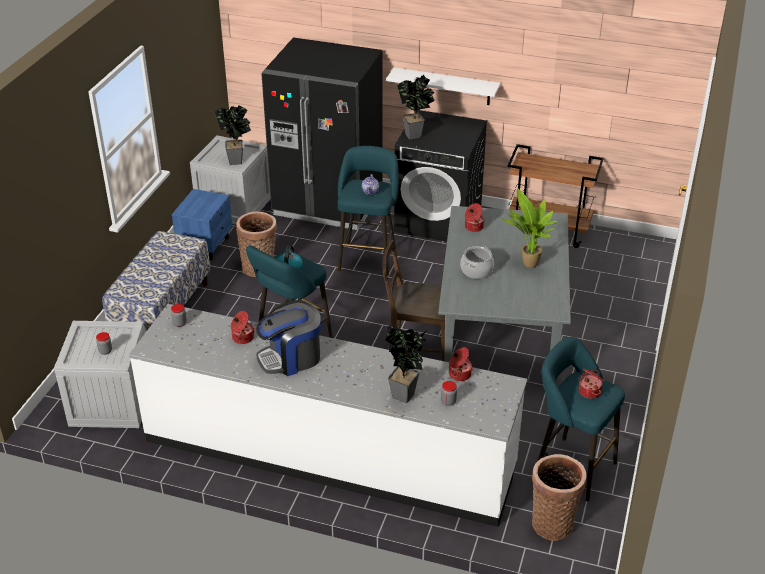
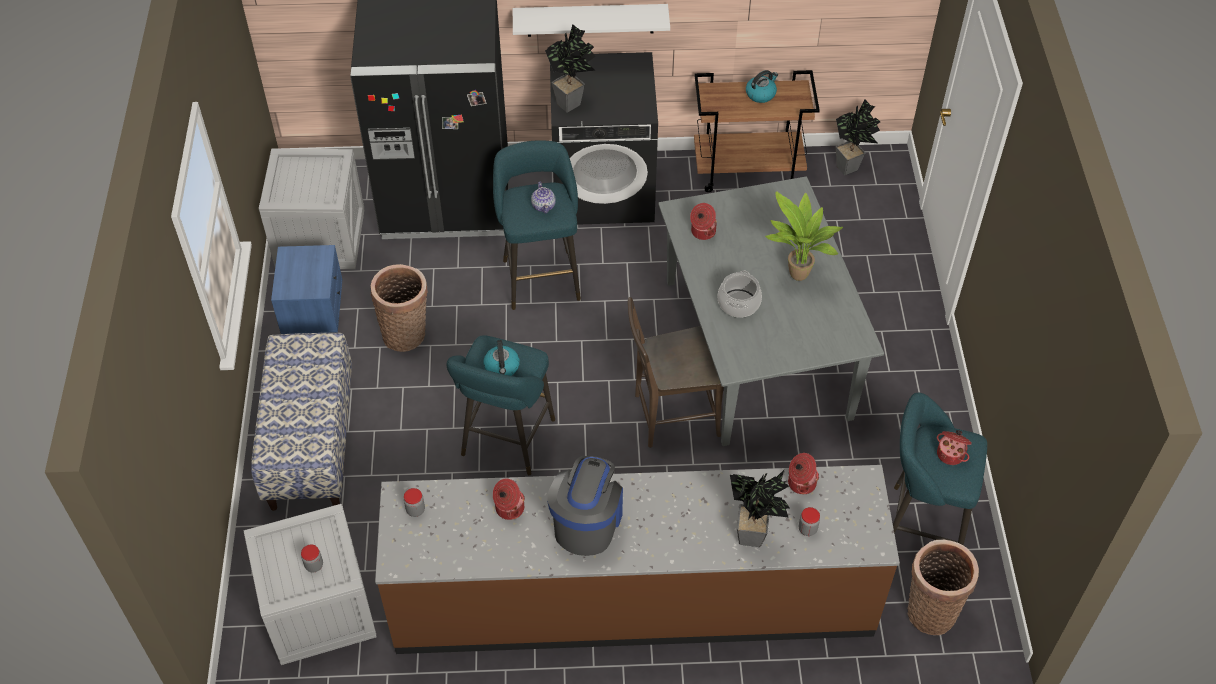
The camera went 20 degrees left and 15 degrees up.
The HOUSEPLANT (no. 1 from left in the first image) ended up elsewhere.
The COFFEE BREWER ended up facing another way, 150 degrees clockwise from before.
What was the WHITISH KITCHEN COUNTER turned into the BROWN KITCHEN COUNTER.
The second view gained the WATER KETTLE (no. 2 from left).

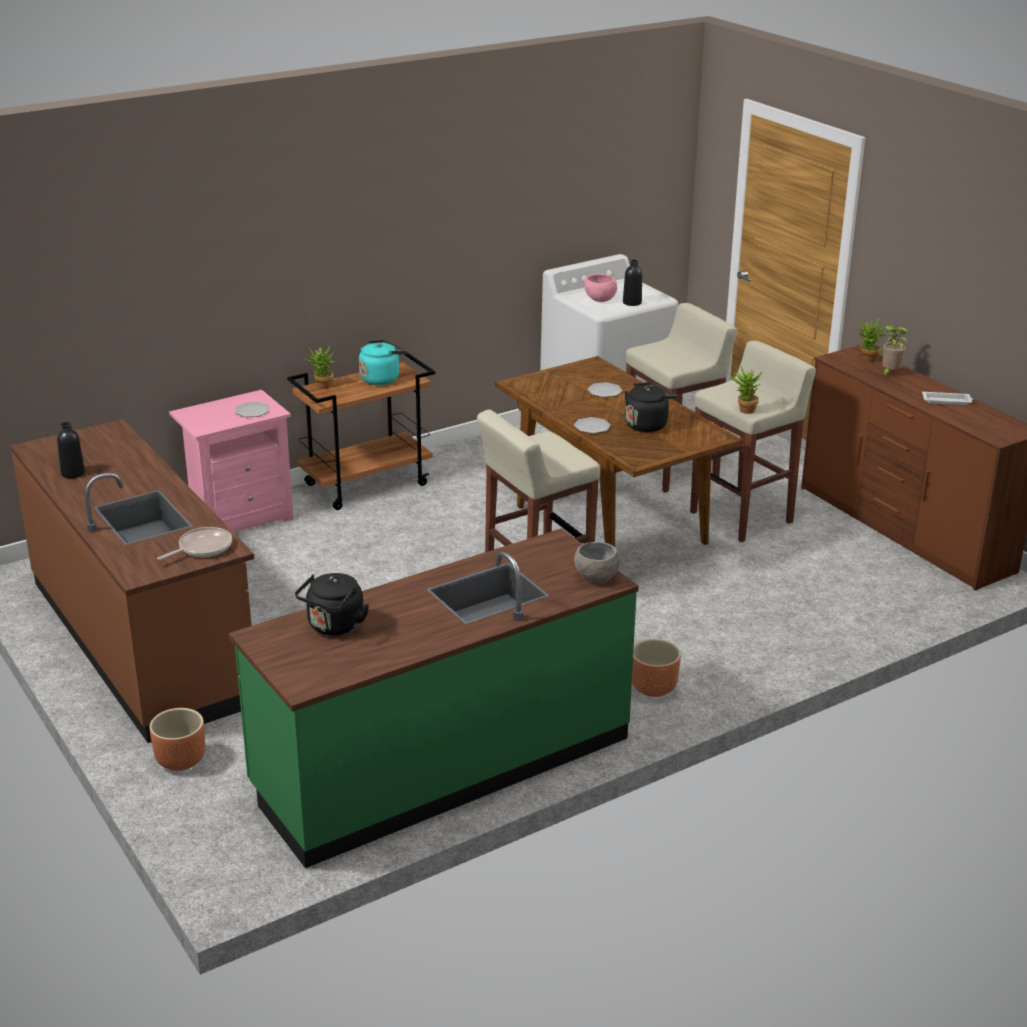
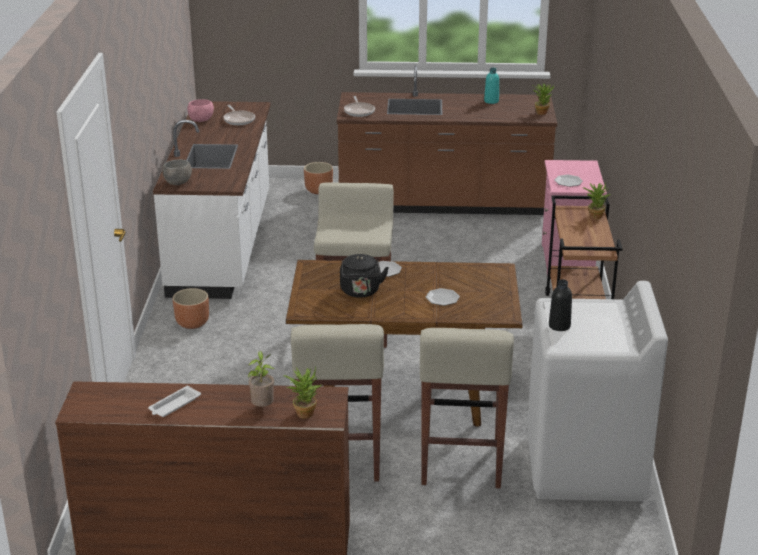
The camera went 125 degrees right and 0 degrees up.
The PINK-COLOURED DEEP DISH ended up elsewhere.
The second view lost the TURQUOISE WATER KETTLE.
The HOUSEPLANT (no. 2 from left in the first image) ended up elsewhere.
What was the BLACKISH BEVERAGE BOTTLE (no. 1 from left) turned into the TURQUOISE BEVERAGE BOTTLE.
What was the GREEN KITCHEN COUNTER turned into the WHITISH KITCHEN COUNTER.
Where the BLACKISH WATER KETTLE (no. 1 from left) stood, the SKILLET (no. 1 from left) came to stand.

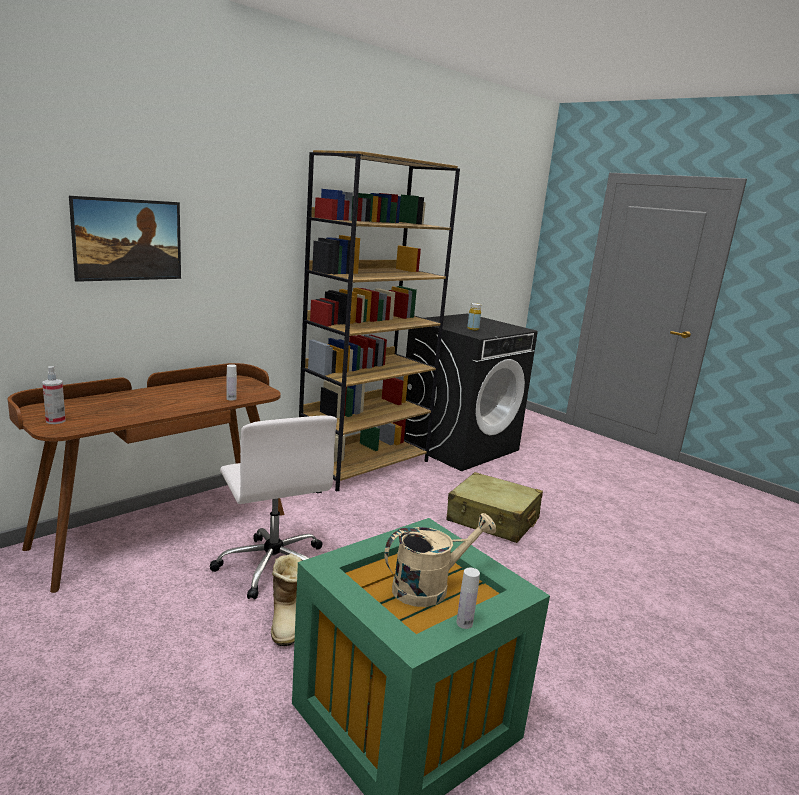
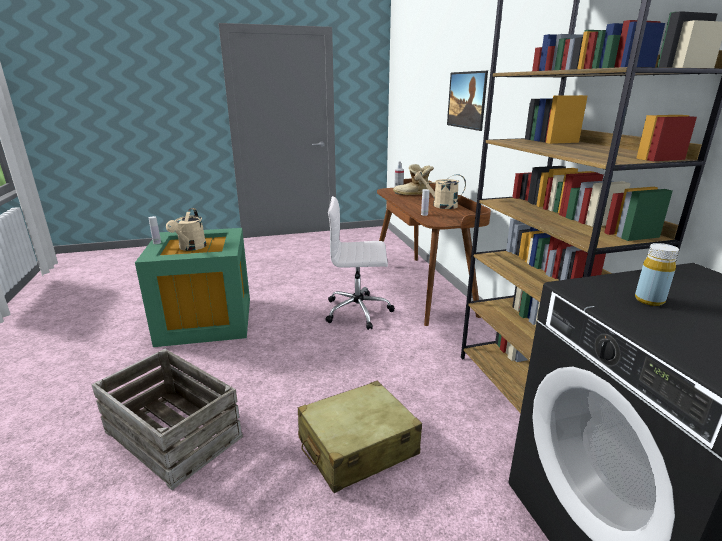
The camera went 120 degrees right and 5 degrees up.
The BOOT ended up elsewhere.
The second view gained the BEIGE WATERING POT (no. 2 from left).
The second view gained the SHIPPING CRATE.

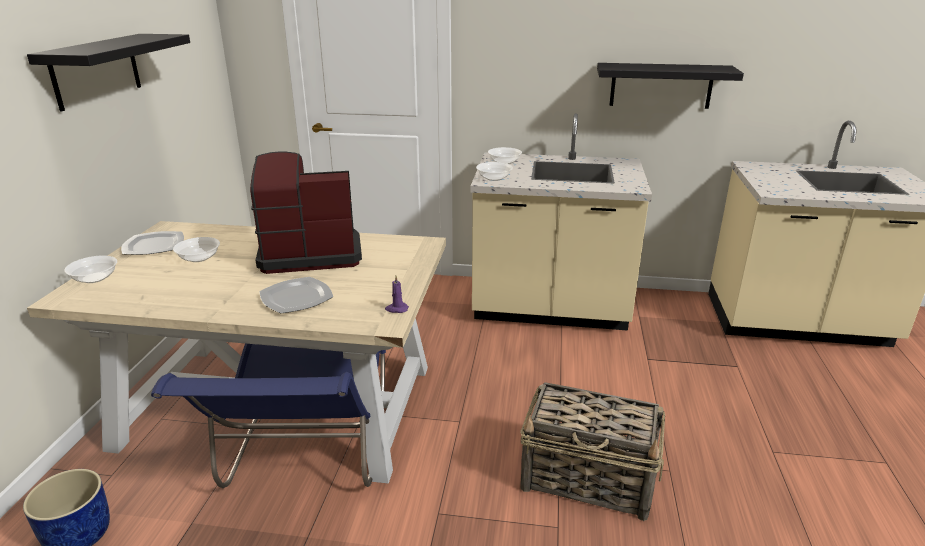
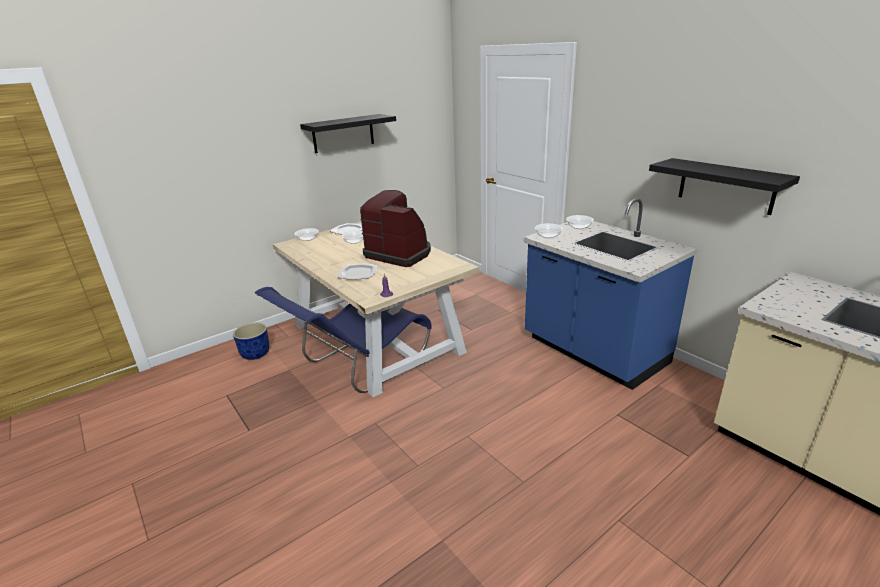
The camera went 45 degrees right and 0 degrees up.
What was the BEIGE KITCHEN COUNTER (no. 1 from left) turned into the BLUISH KITCHEN COUNTER.
The second view lost the BASKET.

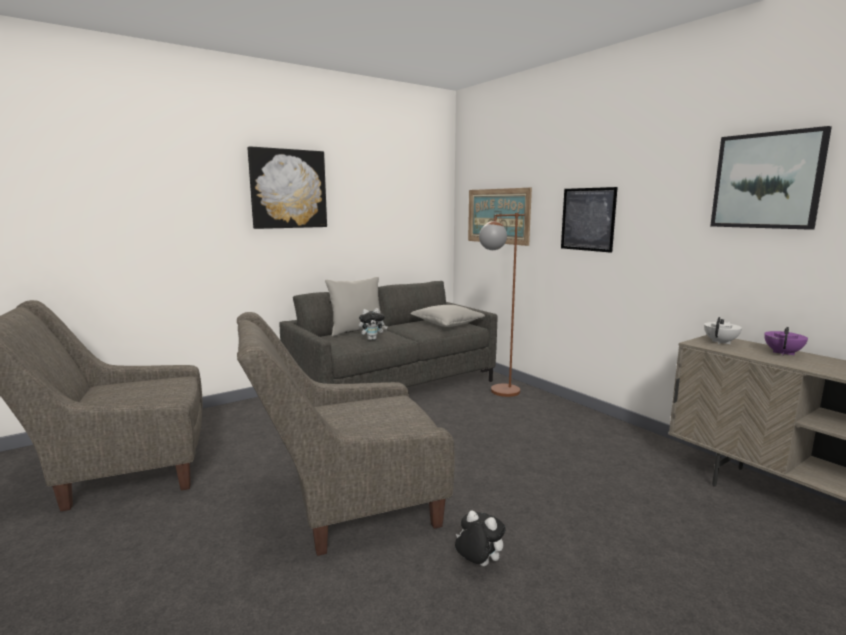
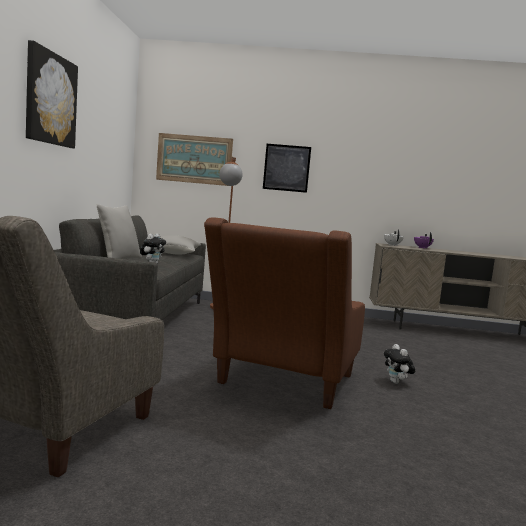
The camera went 50 degrees left and 5 degrees down.
The second view lost the PICTURE (no. 4 from left).
What was the GRAY EASY CHAIR (no. 2 from left) turned into the BROWN EASY CHAIR.
The SOFT TOY (no. 2 from left) ended up facing another way, 90 degrees counterclockwise from before.

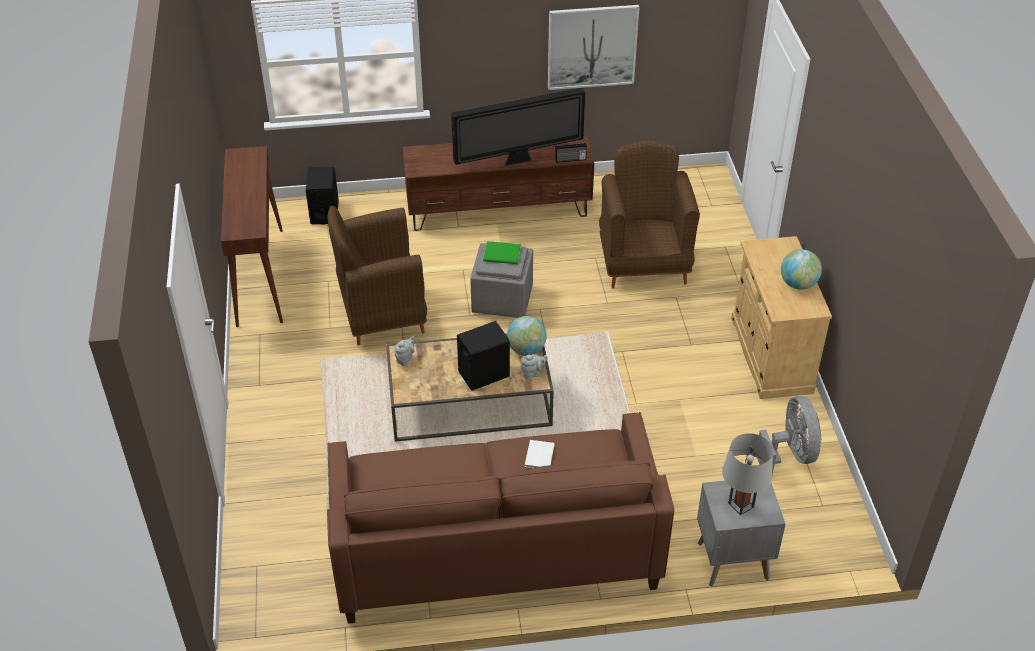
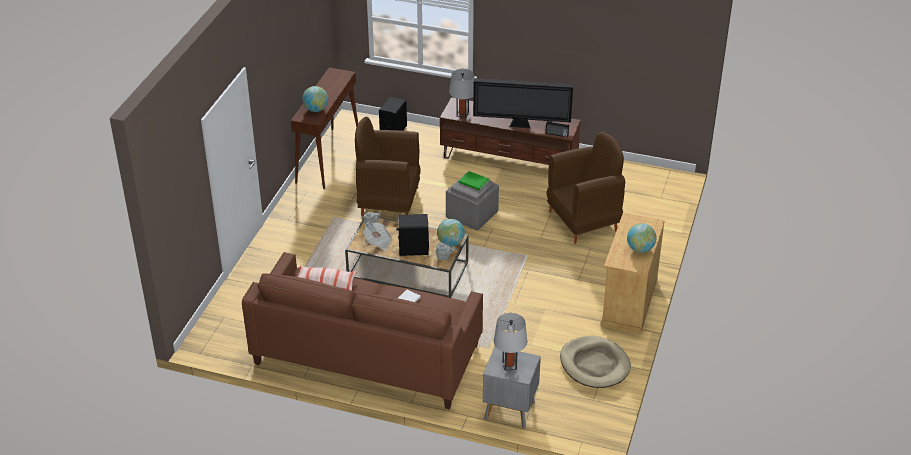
The camera went 25 degrees right and 5 degrees down.
The second view lost the PICTURE.
The BROWN EASY CHAIR (no. 2 from left) ended up facing another way, 45 degrees clockwise from before.
Where the GRAY COOLING FAN stood, the BEIGE DOG CUSHION came to stand.
The second view gained the GRAY TABLE LAMP (no. 1 from left).
The second view gained the WORLD GLOBE (no. 1 from left).
The second view gained the PRINTED PAPER.
The second view gained the THROW PILLOW.

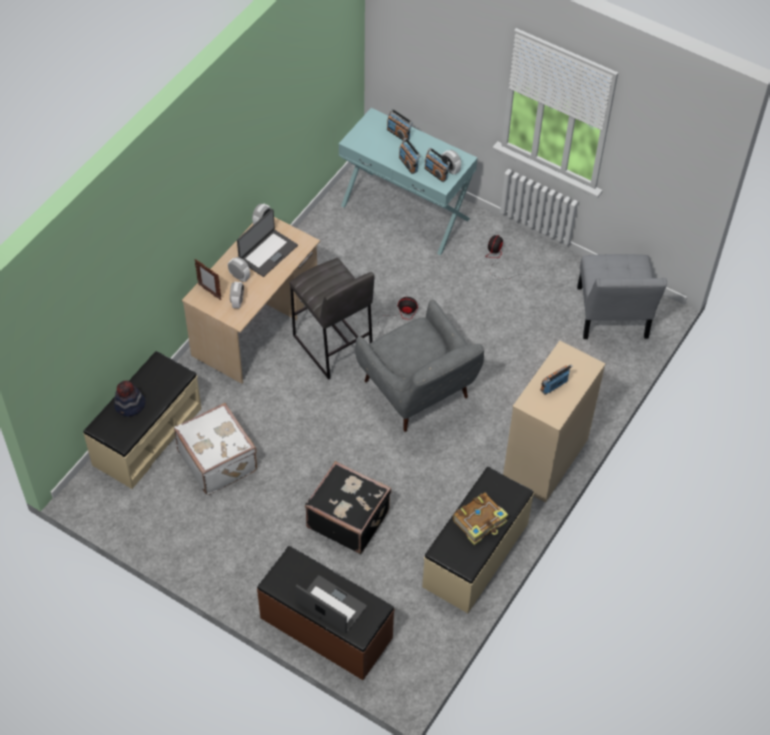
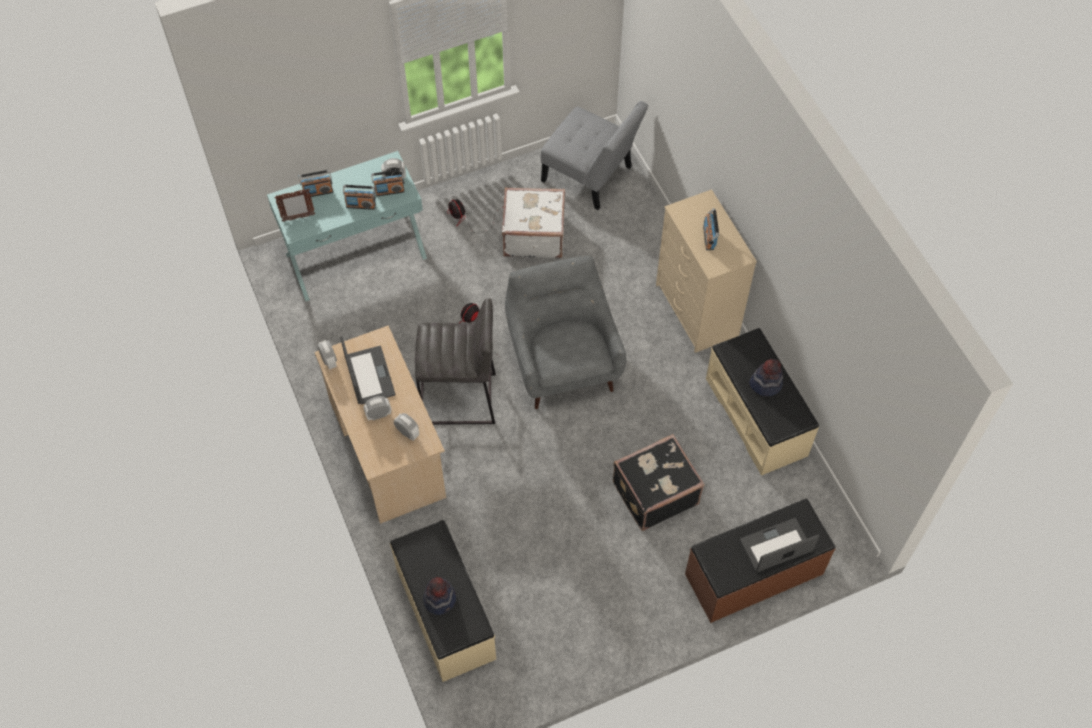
The camera went 55 degrees left and 5 degrees up.
The STANDING FRAME ended up elsewhere.
The GRAY EASY CHAIR ended up facing another way, 105 degrees counterclockwise from before.
The WHITISH PIECE OF LUGGAGE ended up elsewhere.
Where the BOUND BOOK stood, the WEARABLE HAT (no. 2 from left) came to stand.

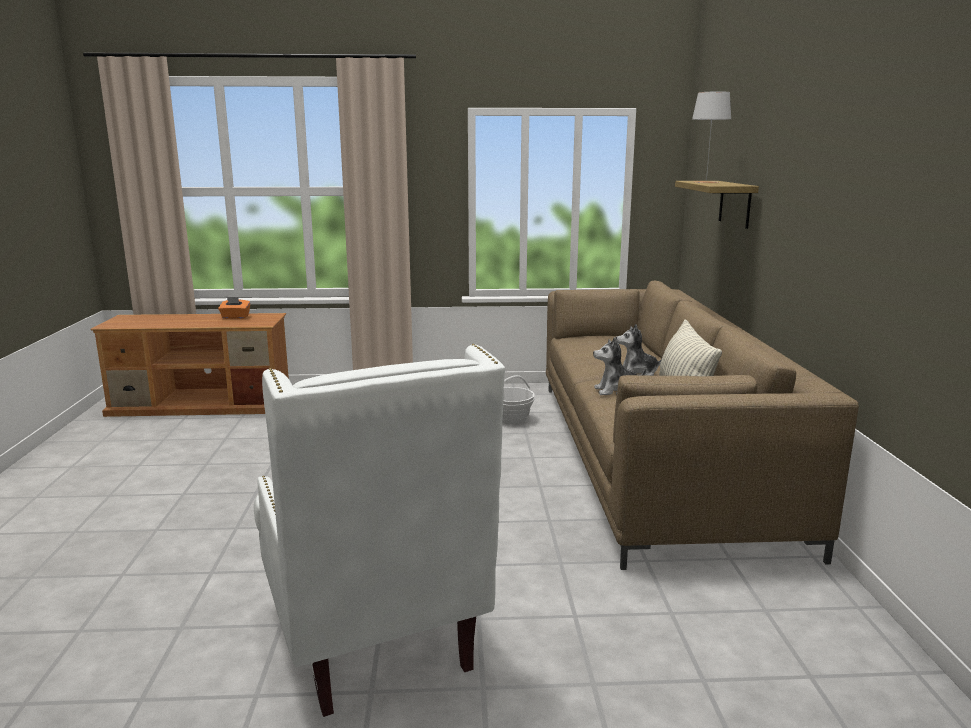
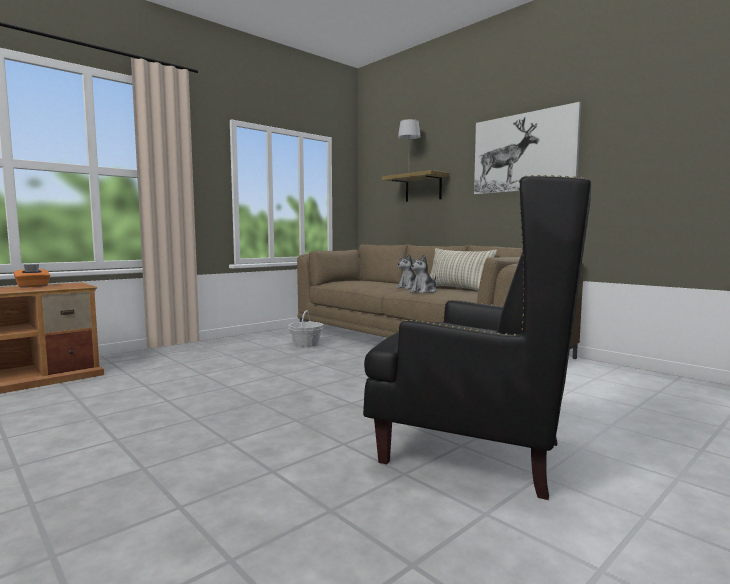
The camera went 40 degrees left and 10 degrees down.
What was the WHITISH EASY CHAIR turned into the BLACKISH EASY CHAIR.
The second view gained the PICTURE.

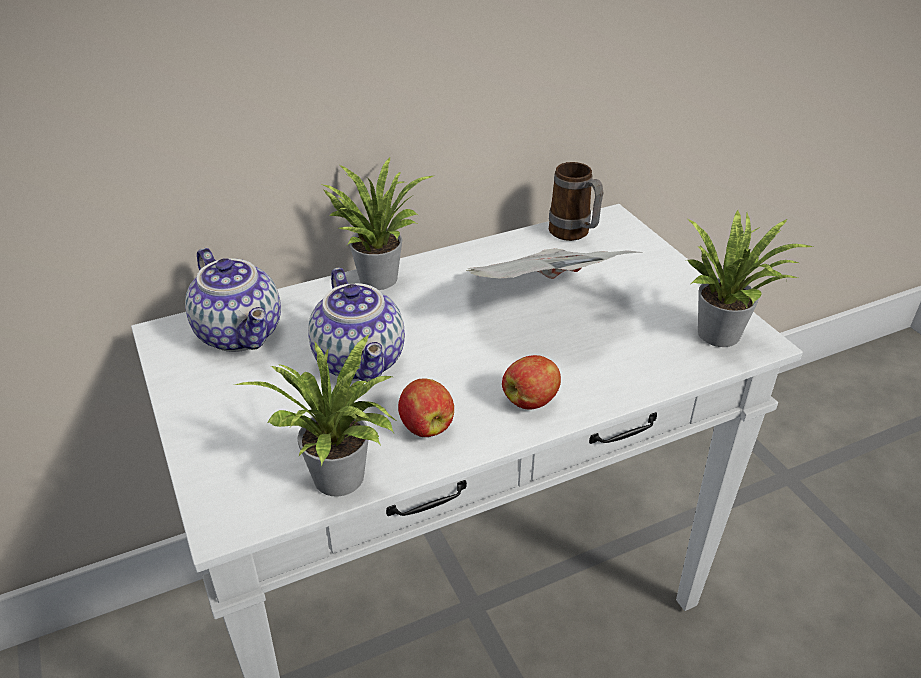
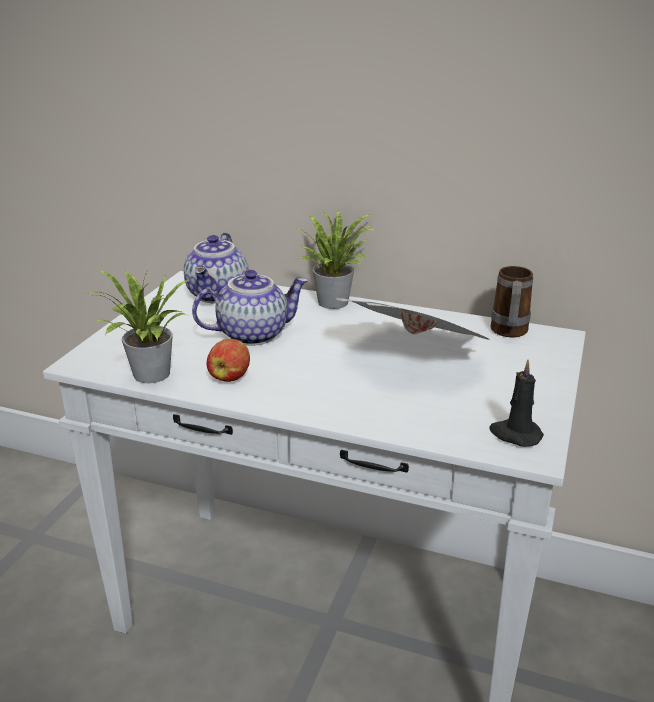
The camera went 45 degrees right and 10 degrees down.
Where the HOUSEPLANT (no. 3 from left) stood, the BLACKISH WAX CANDLE came to stand.
The TEA POT (no. 2 from left) ended up facing another way, 135 degrees counterclockwise from before.
The second view lost the APPLE FRUIT (no. 2 from left).

